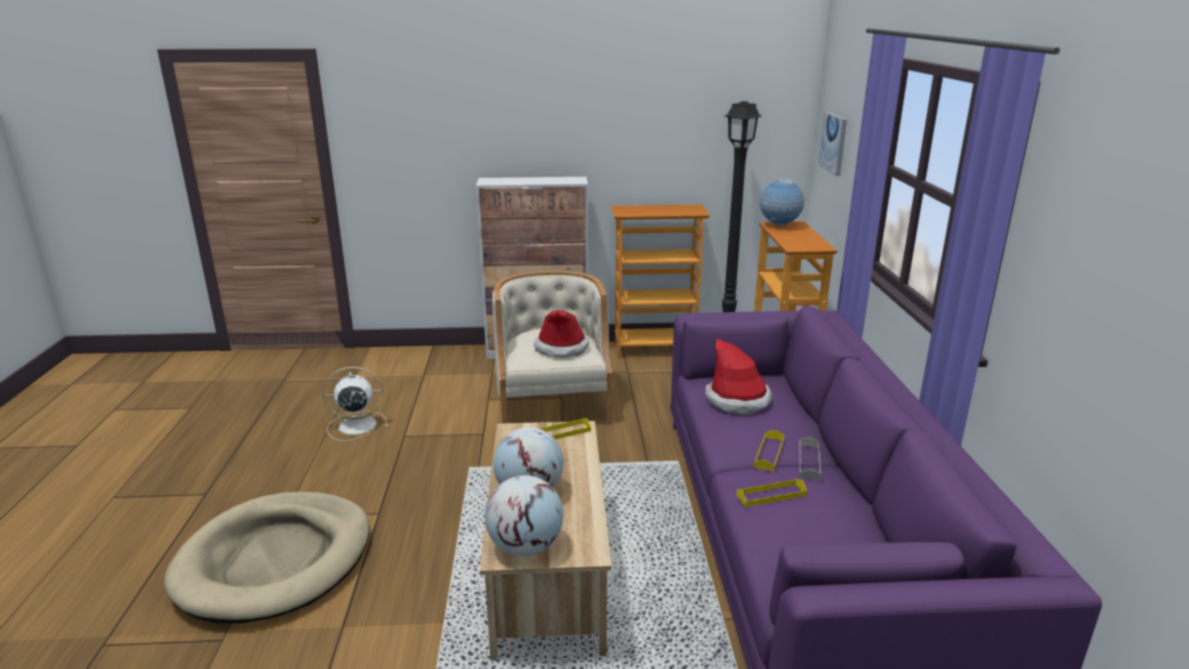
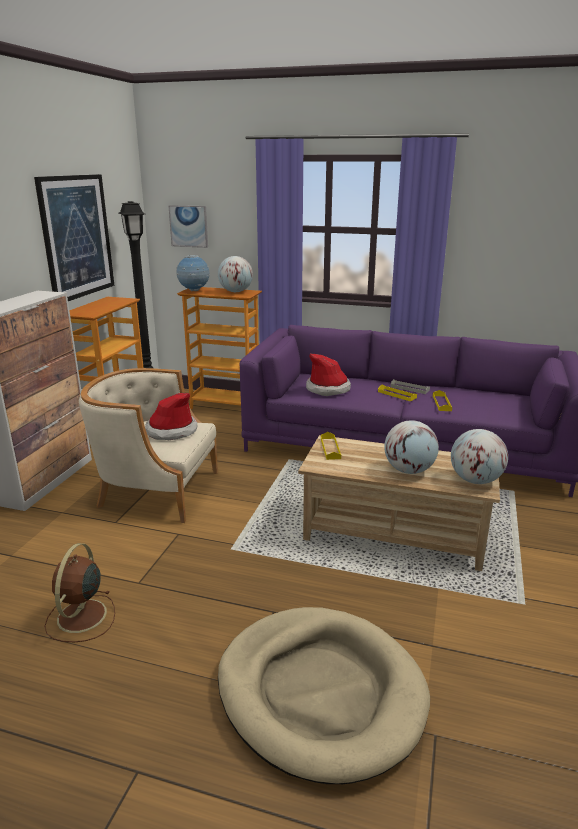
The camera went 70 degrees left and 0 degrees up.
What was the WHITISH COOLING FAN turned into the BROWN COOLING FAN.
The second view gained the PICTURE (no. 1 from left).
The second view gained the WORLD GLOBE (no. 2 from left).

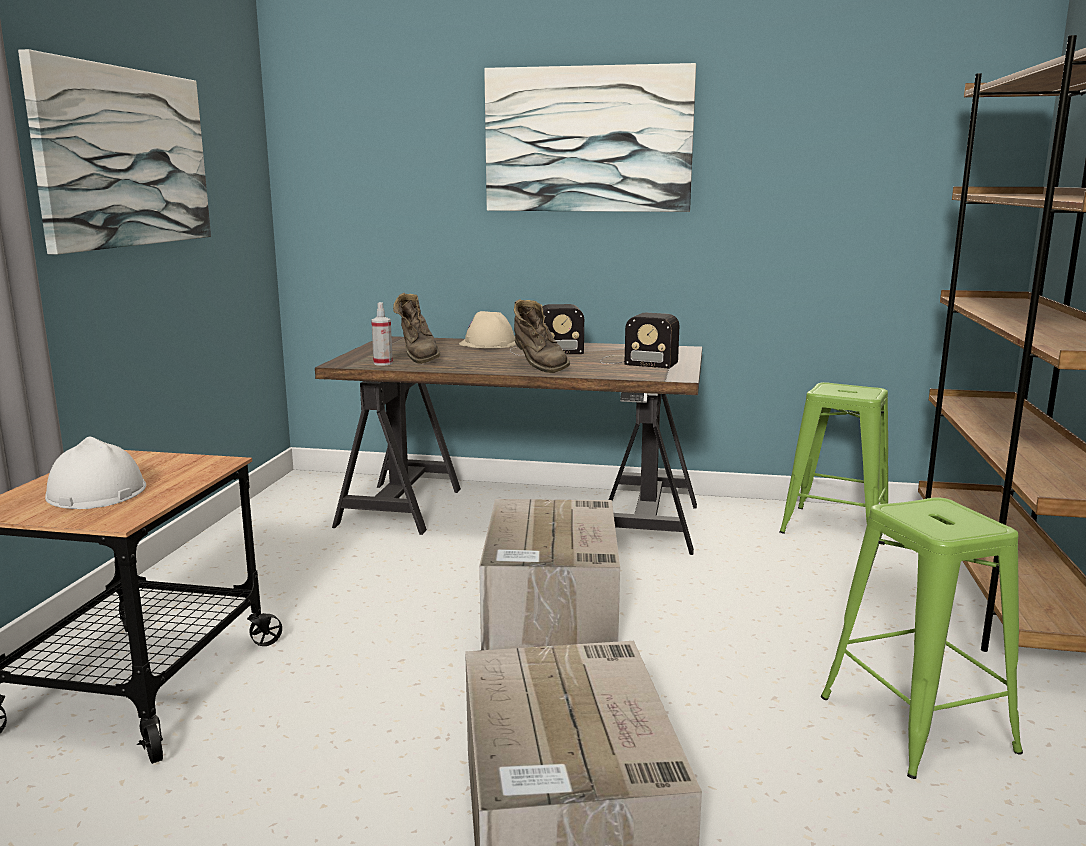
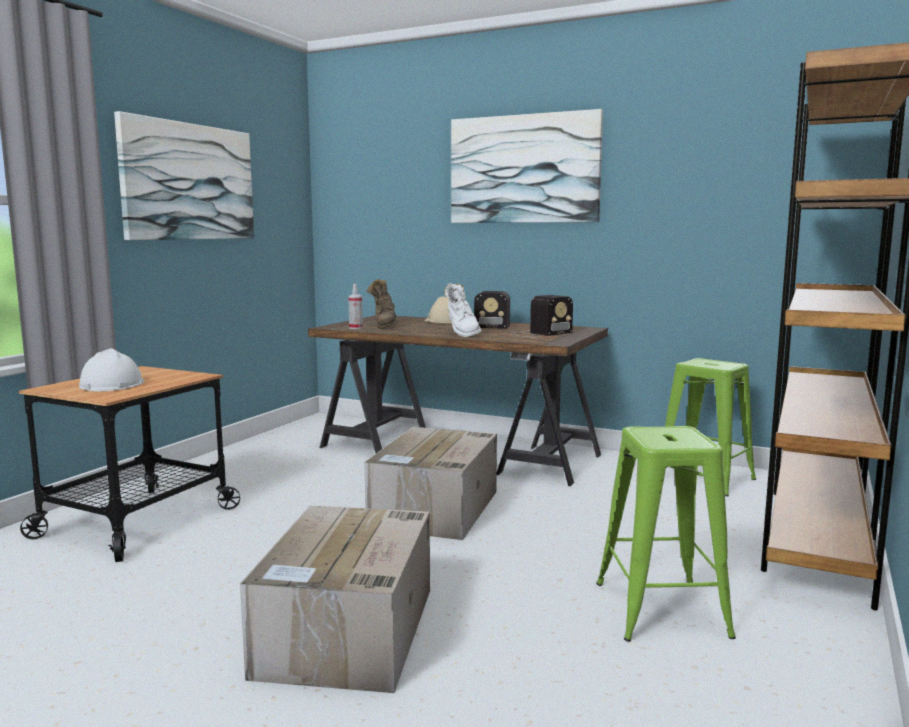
The camera went 15 degrees right and 5 degrees down.
What was the BROWN BOOT (no. 2 from left) turned into the WHITISH BOOT.
The RADIO RECEIVER (no. 2 from left) ended up facing another way, 75 degrees counterclockwise from before.

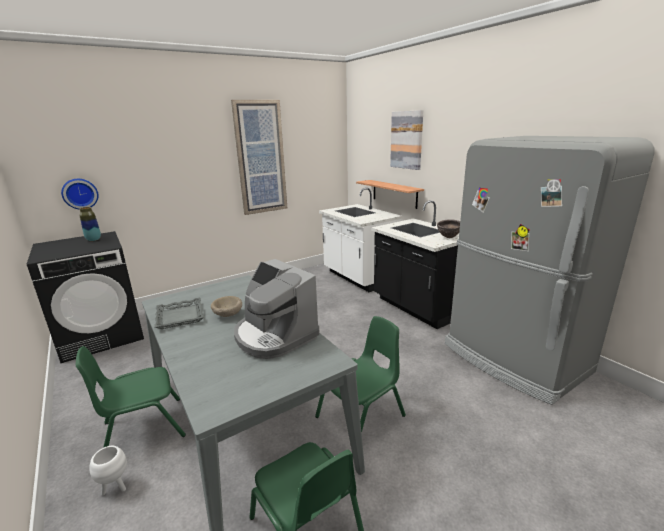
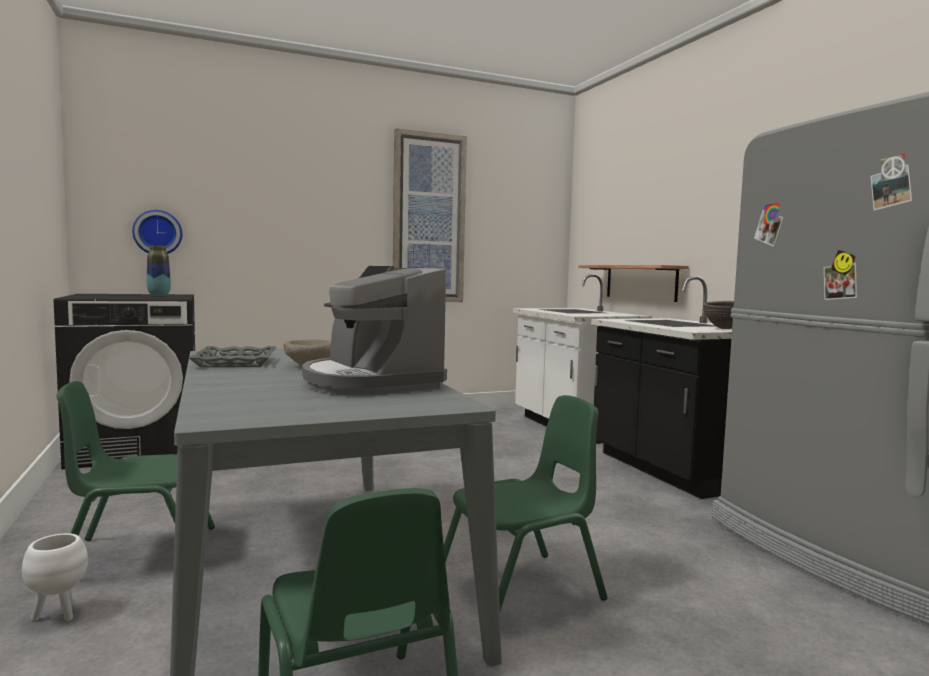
The camera went 10 degrees right and 15 degrees down.
The second view lost the PICTURE (no. 2 from left).

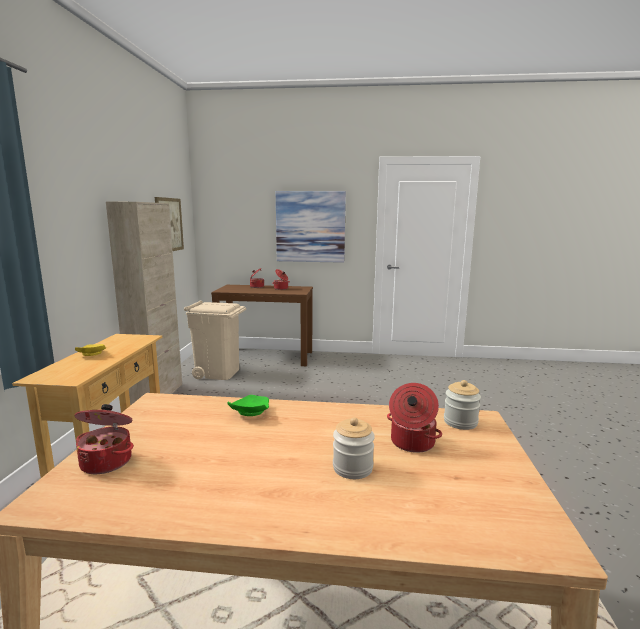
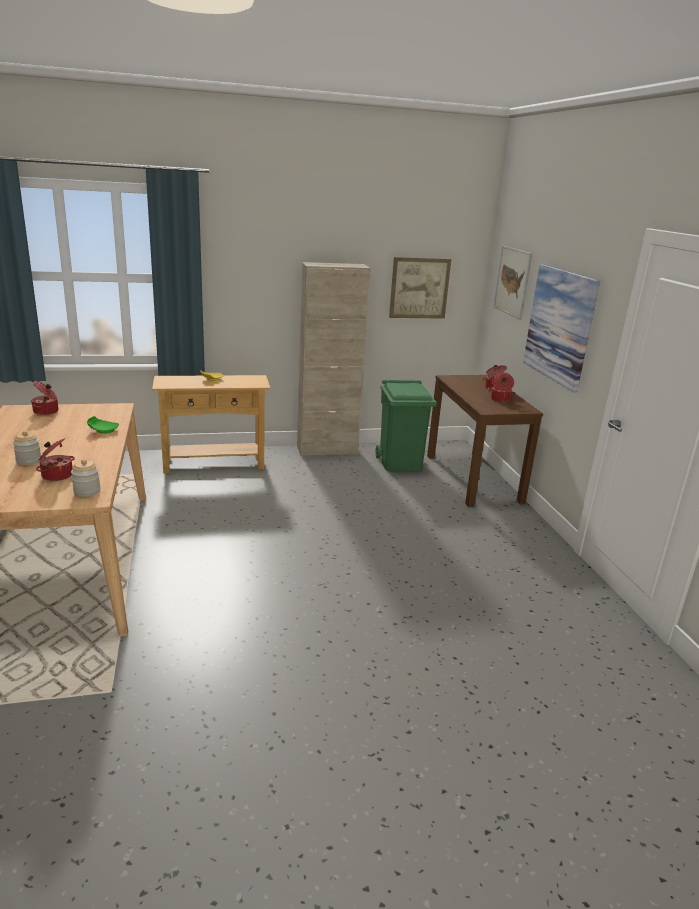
The camera went 70 degrees right and 10 degrees up.
What was the BEIGE WASTE BIN turned into the GREEN WASTE BIN.
The second view gained the PICTURE (no. 2 from left).

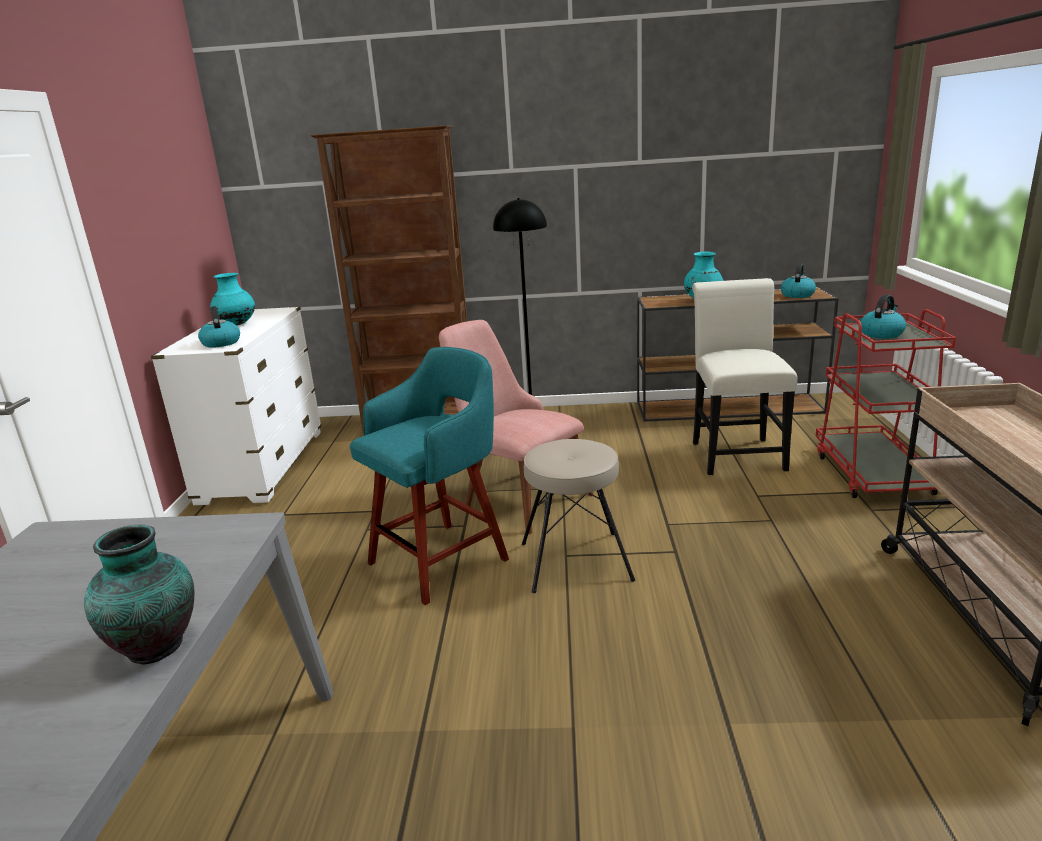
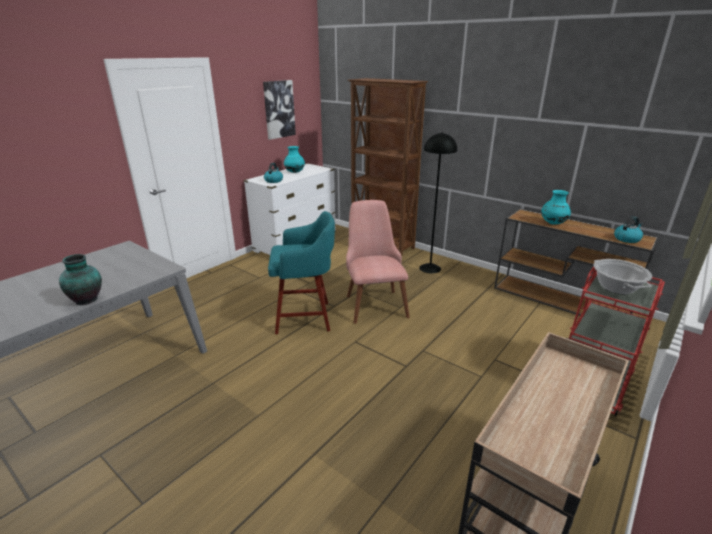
The camera went 35 degrees right and 5 degrees up.
The second view lost the WHITISH UPRIGHT CHAIR.
Where the WATER KETTLE (no. 3 from left) stood, the STOCKPOT came to stand.
The second view lost the BEIGE STOOL.
The second view gained the PICTURE.

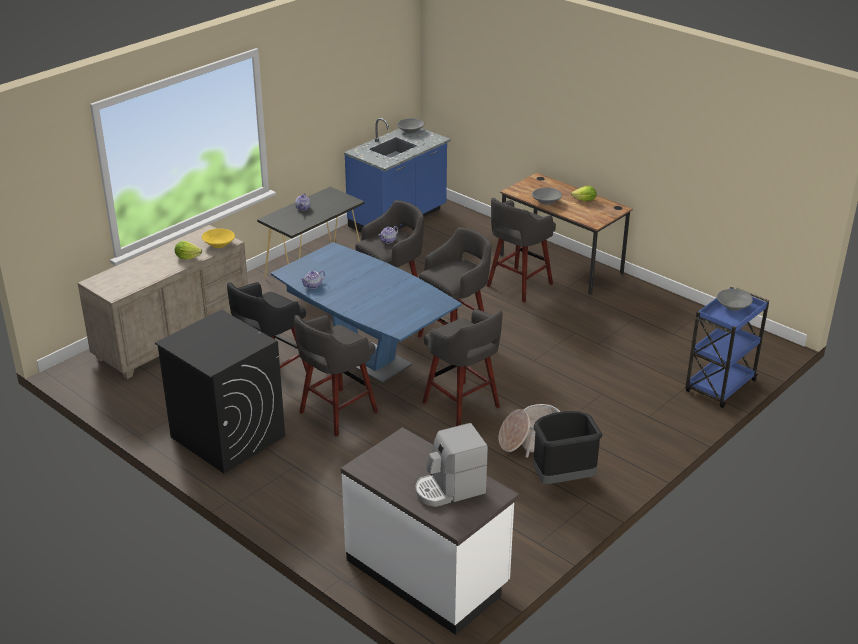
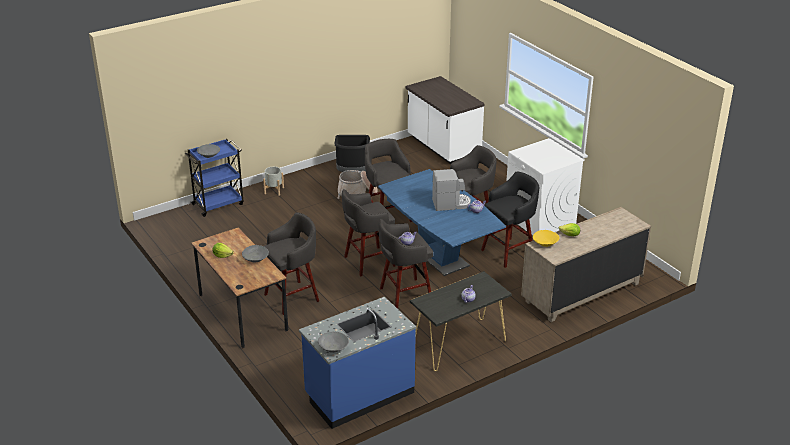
The camera went 165 degrees left and 0 degrees up.
What was the BLACKISH LAUNDRY MACHINE turned into the WHITISH LAUNDRY MACHINE.
The COFFEE BREWER ended up elsewhere.
The second view gained the GRAY FLOWER POT.

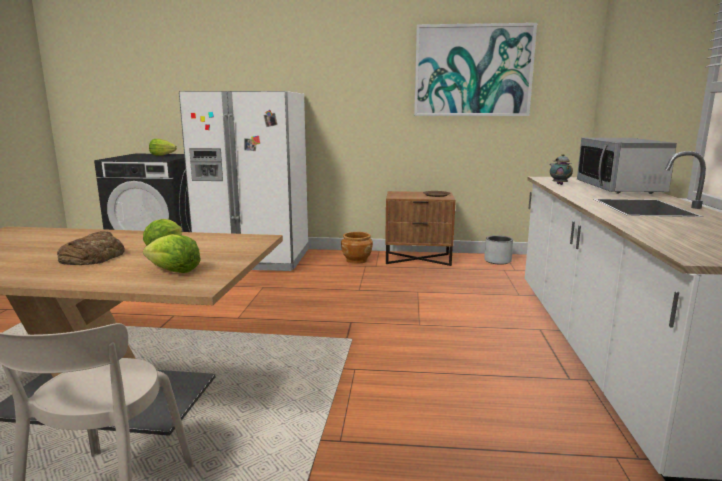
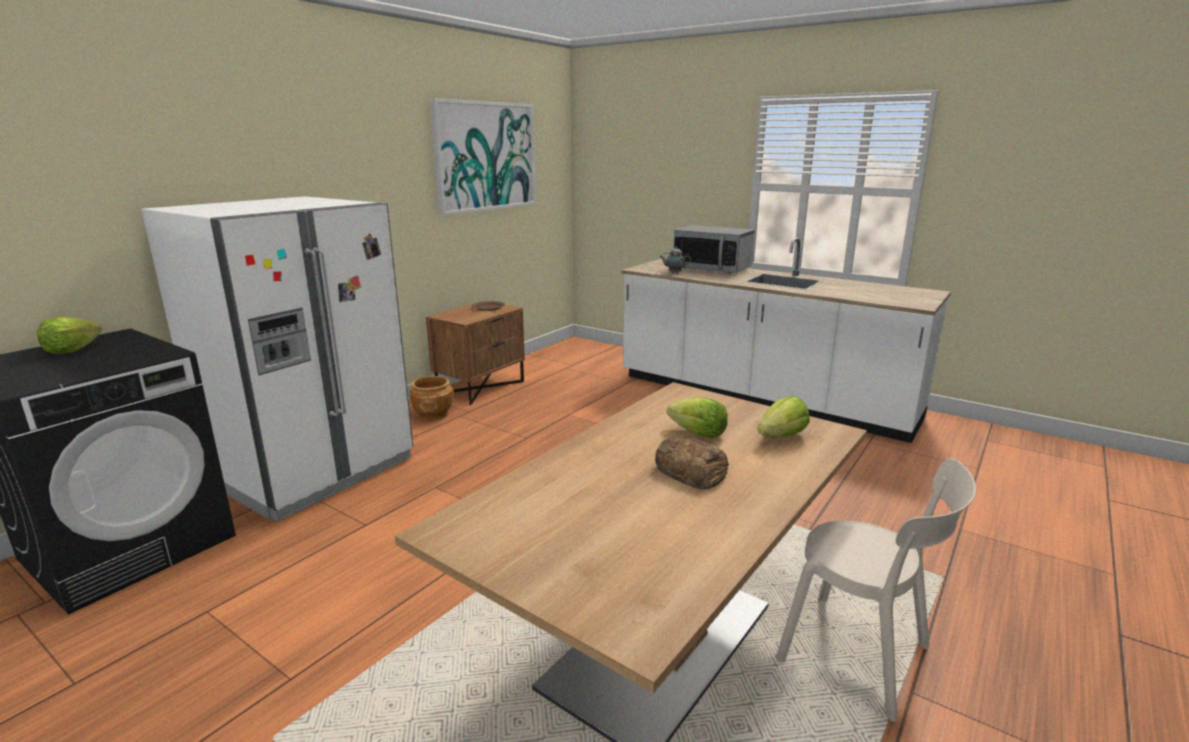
The camera went 60 degrees left and 5 degrees up.
The second view lost the GRAY FLOWER POT.

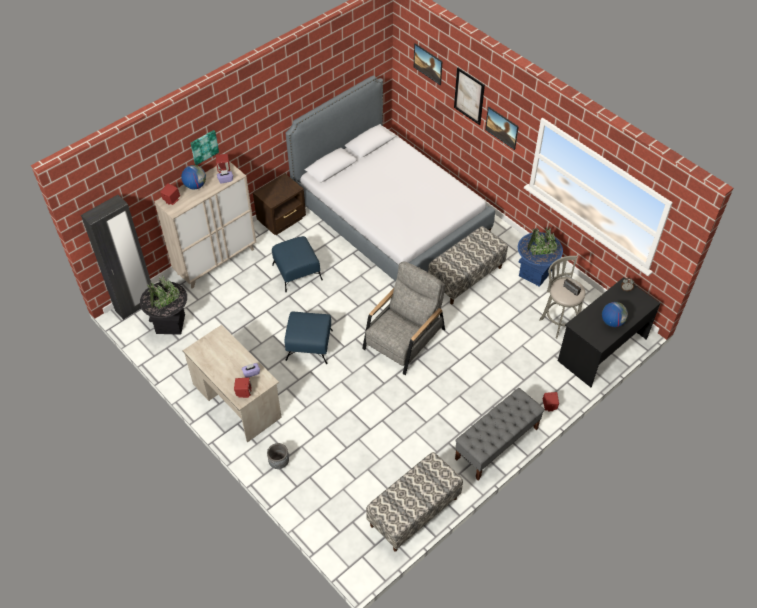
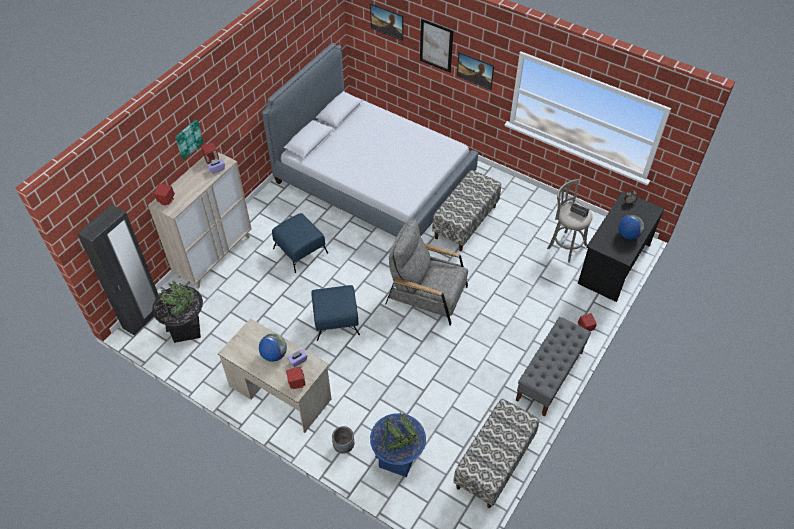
The camera went 15 degrees left and 0 degrees up.
The WORLD GLOBE (no. 1 from left) ended up elsewhere.
The second view lost the BROWN NIGHTSTAND.
The BLUISH FLOWER POT ended up elsewhere.
The GRAY EASY CHAIR ended up facing another way, 90 degrees counterclockwise from before.

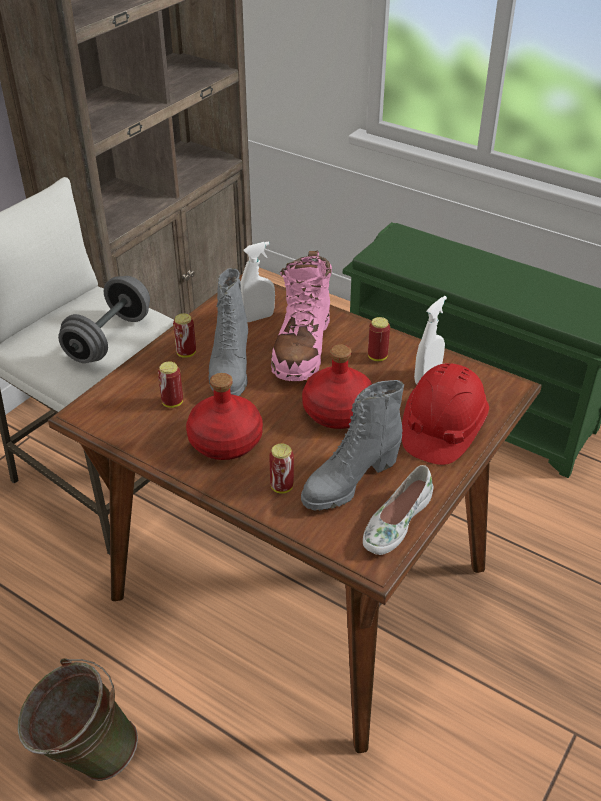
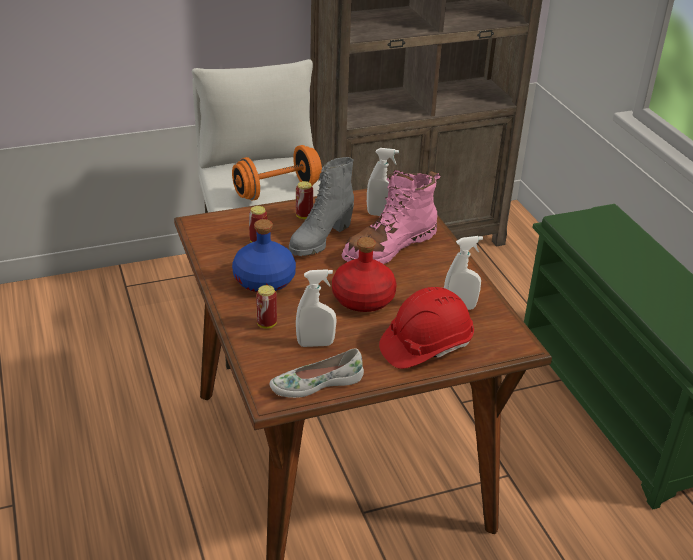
The camera went 35 degrees right and 5 degrees down.
What was the GRAY FREE WEIGHT turned into the ORANGEY FREE WEIGHT.
The second view lost the CAN (no. 4 from left).
What was the RED BEVERAGE BOTTLE (no. 1 from left) turned into the BLUISH BEVERAGE BOTTLE.
Where the GRAY BOOT (no. 2 from left) stood, the WHITISH HAND SPRAYER (no. 1 from left) came to stand.
The second view lost the GREEN BUCKET.

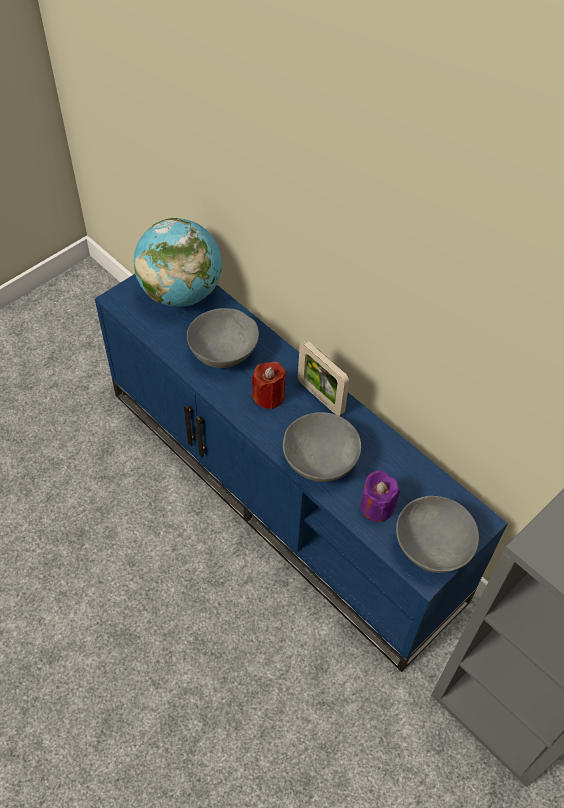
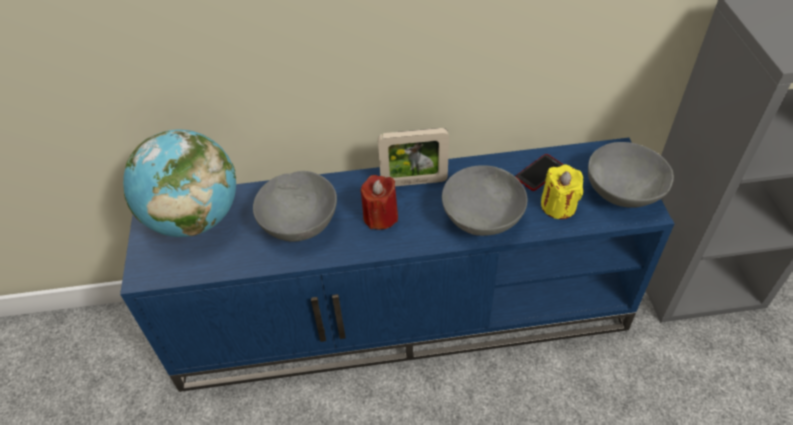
The camera went 50 degrees left and 5 degrees down.
What was the PURPLE-COLOURED WAX CANDLE turned into the YELLOWISH WAX CANDLE.
The second view gained the PHONE.

